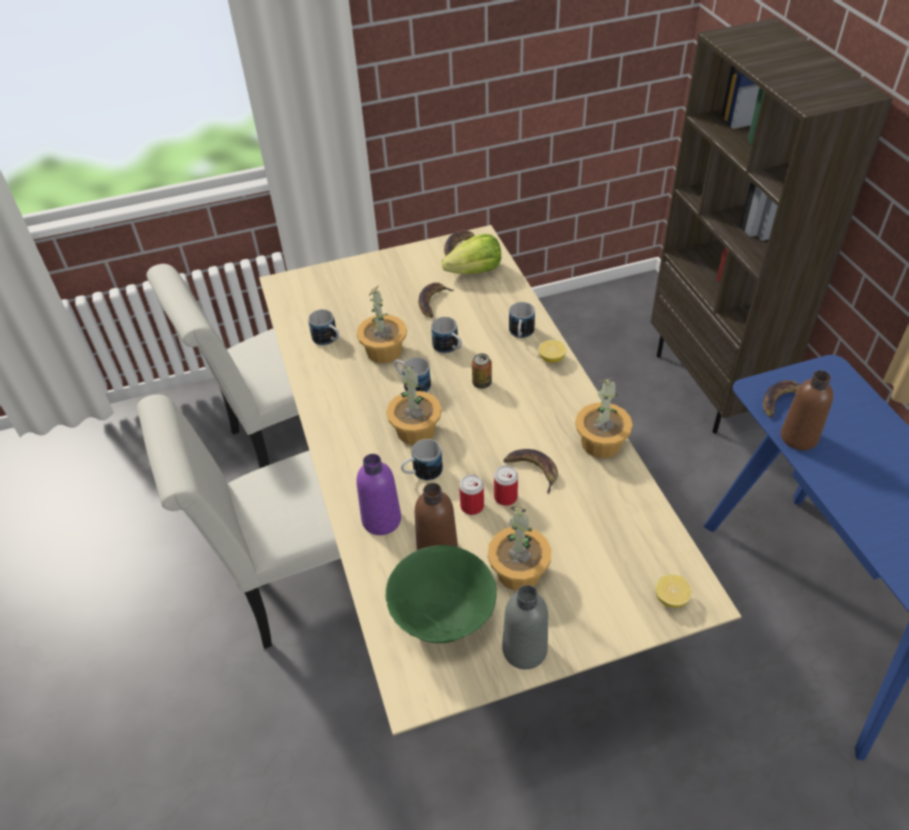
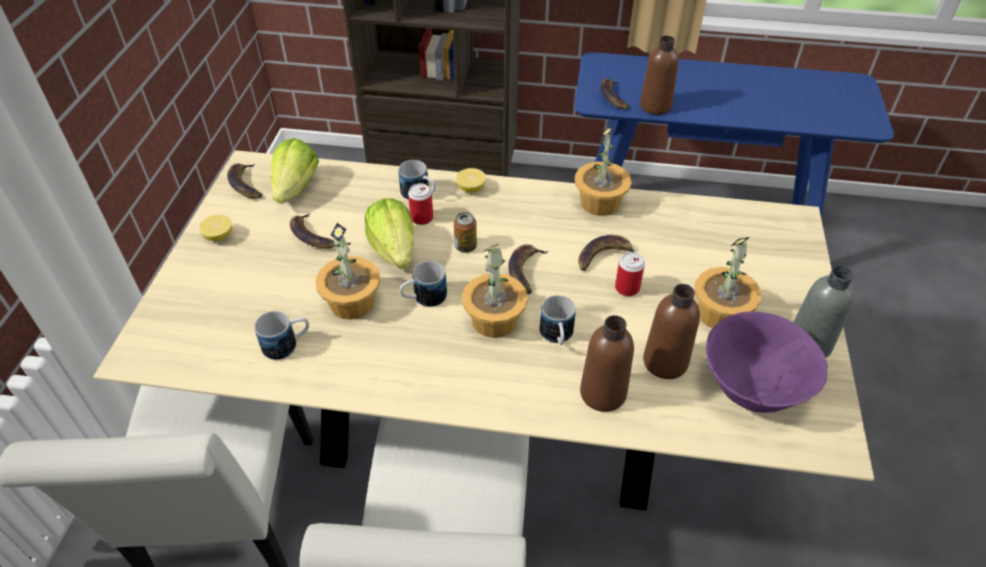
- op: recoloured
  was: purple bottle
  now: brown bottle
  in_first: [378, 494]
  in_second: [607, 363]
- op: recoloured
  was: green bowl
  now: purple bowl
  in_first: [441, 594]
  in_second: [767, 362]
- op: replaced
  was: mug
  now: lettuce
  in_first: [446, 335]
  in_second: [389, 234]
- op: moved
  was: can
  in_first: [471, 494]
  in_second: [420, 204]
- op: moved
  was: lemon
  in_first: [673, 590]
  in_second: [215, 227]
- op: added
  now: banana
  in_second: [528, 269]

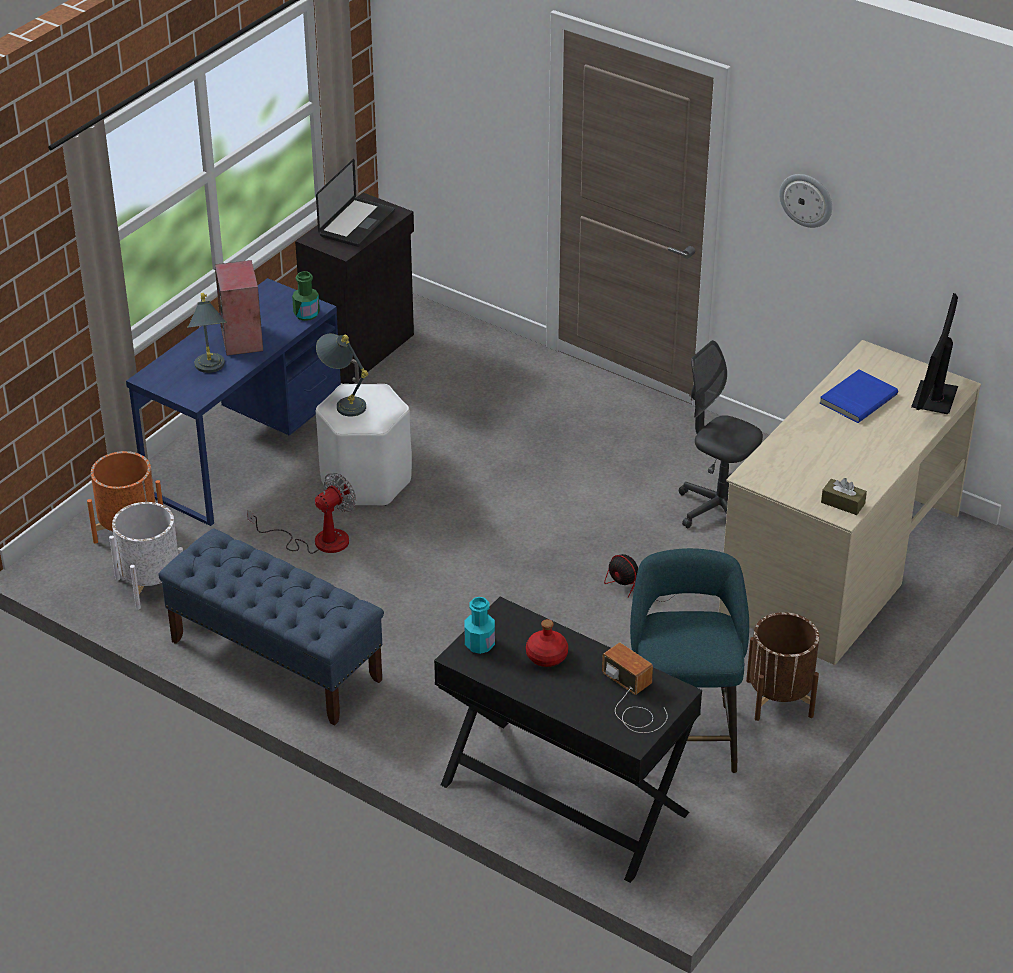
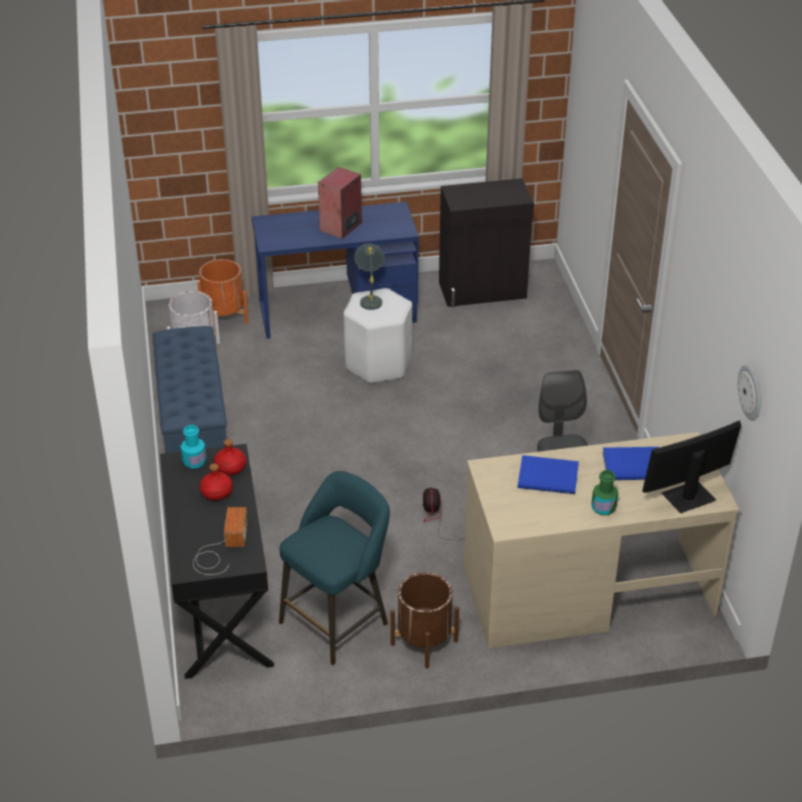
- op: removed
  was: grey table lamp
  in_first: [207, 333]
- op: removed
  was: fan
  in_first: [301, 513]
- op: moved
  was: green bottle
  in_first: [306, 296]
  in_second: [604, 492]
- op: removed
  was: laptop
  in_first: [355, 203]
- op: moved
  was: wall clock
  in_first: [805, 201]
  in_second: [749, 393]
- op: removed
  was: brown tissue box
  in_first: [844, 496]
- op: added
  now: red bottle
  in_second: [230, 457]
- op: added
  now: blue book
  in_second: [548, 474]

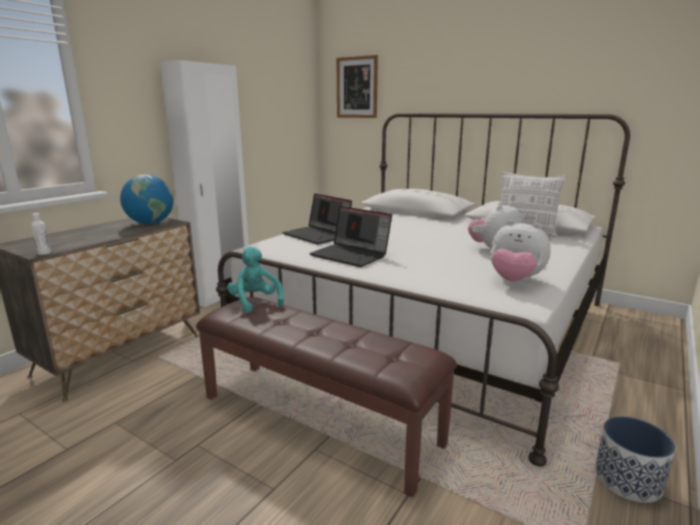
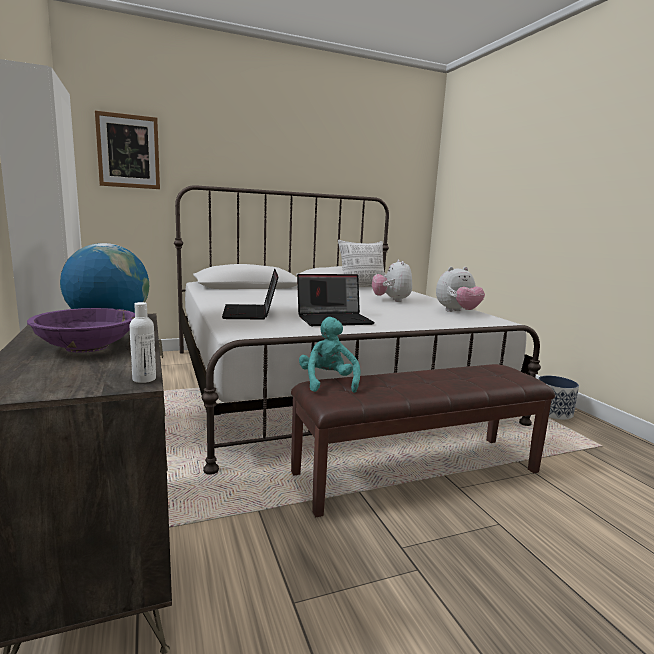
- op: turned
  was: turquoise plush toy
  in_first: [255, 279]
  in_second: [330, 355]
  clockwise: 75
- op: turned
  was: laptop
  in_first: [317, 219]
  in_second: [250, 294]
  clockwise: 90
- op: added
  now: purple bowl
  in_second: [81, 330]

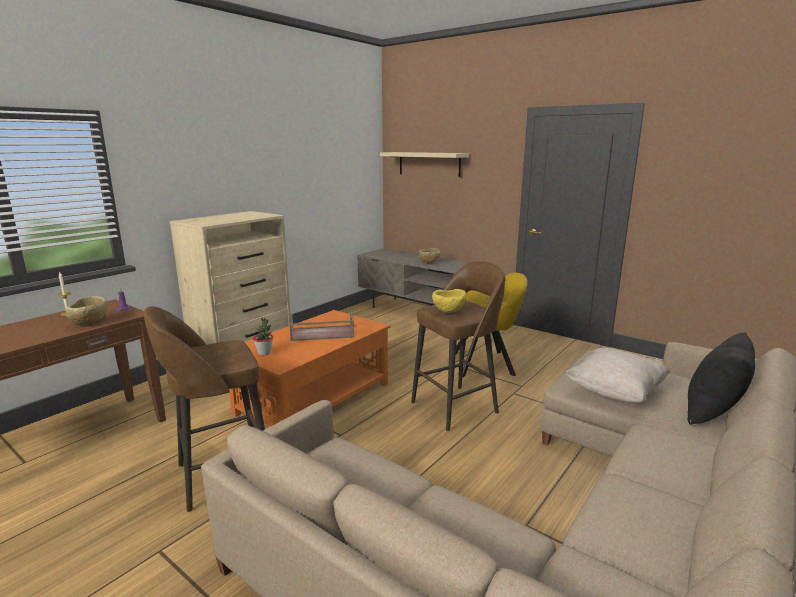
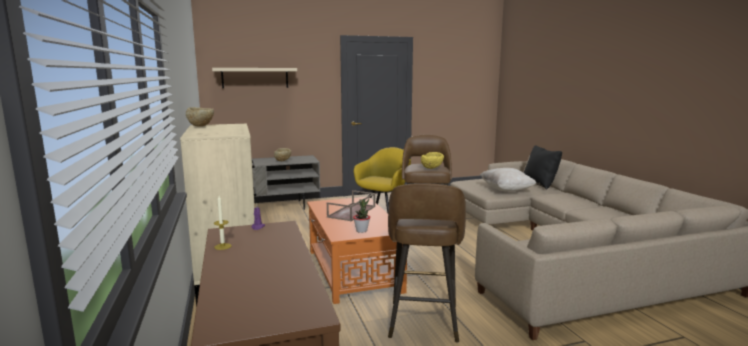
- op: moved
  was: beige bowl
  in_first: [87, 310]
  in_second: [200, 117]

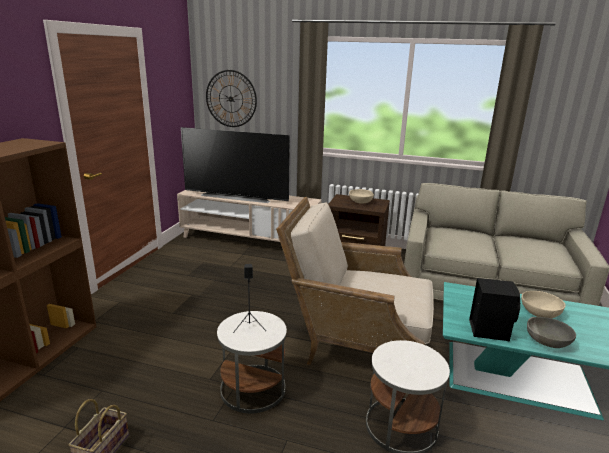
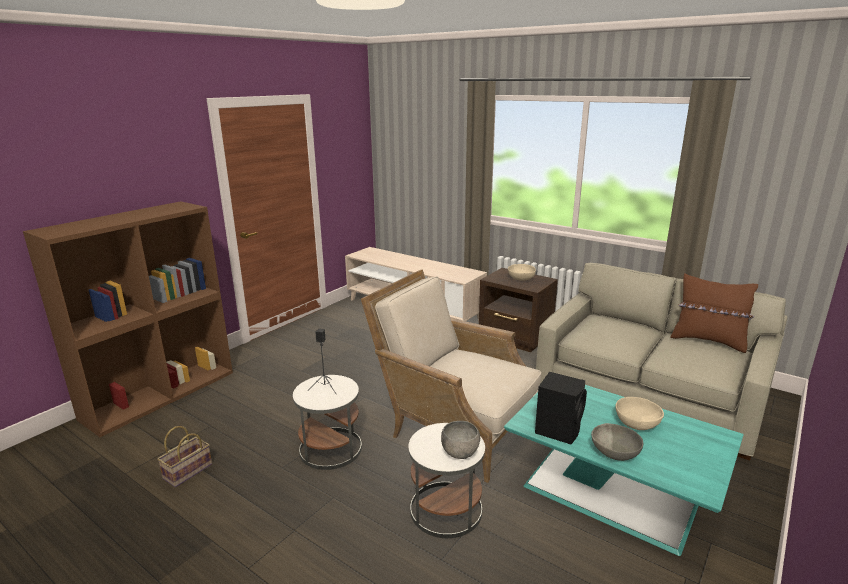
- op: removed
  was: television
  in_first: [235, 165]
- op: removed
  was: wall clock
  in_first: [231, 98]
- op: added
  now: grey bowl
  in_second: [460, 440]
- op: added
  now: brown pillow
  in_second: [714, 313]

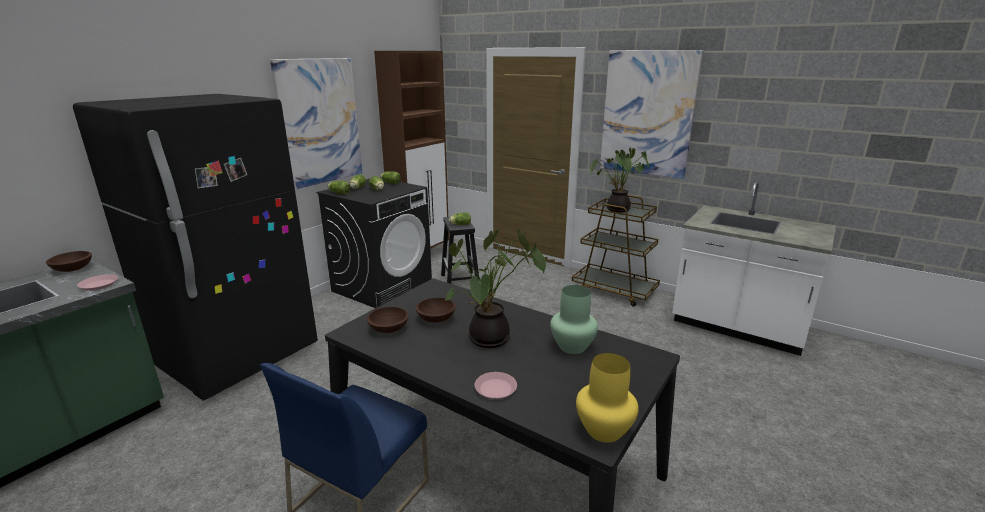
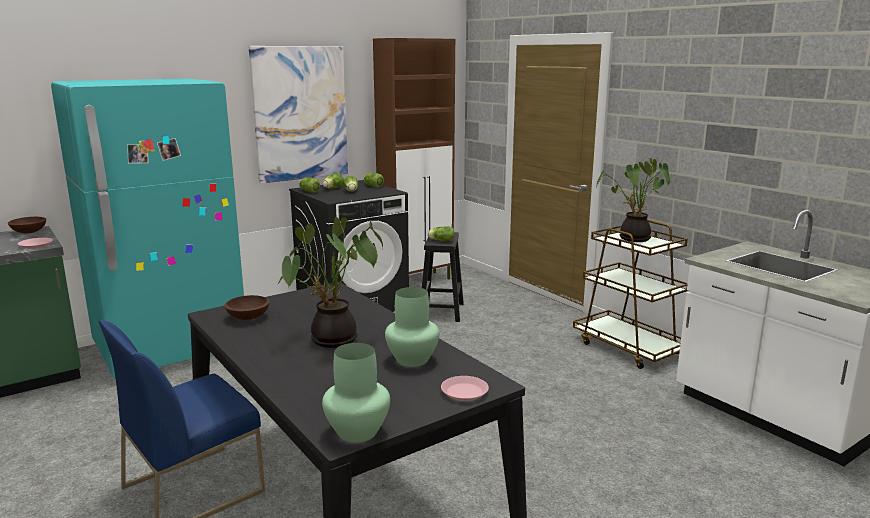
- op: recoloured
  was: black fridge
  now: turquoise fridge
  in_first: [195, 247]
  in_second: [147, 228]
- op: removed
  was: brown bowl
  in_first: [436, 310]
- op: moved
  was: pink plate
  in_first: [496, 385]
  in_second: [465, 388]
- op: recoloured
  was: yellow vase
  now: green vase
  in_first: [607, 398]
  in_second: [356, 393]
- op: removed
  was: picture
  in_first: [651, 114]

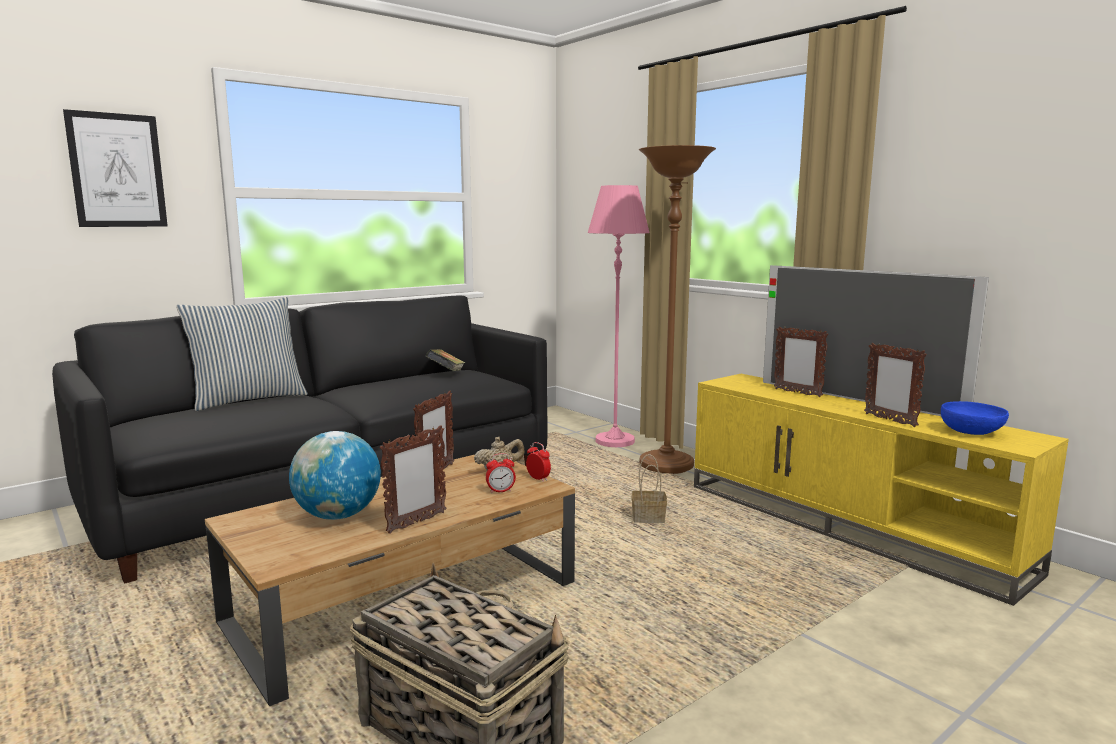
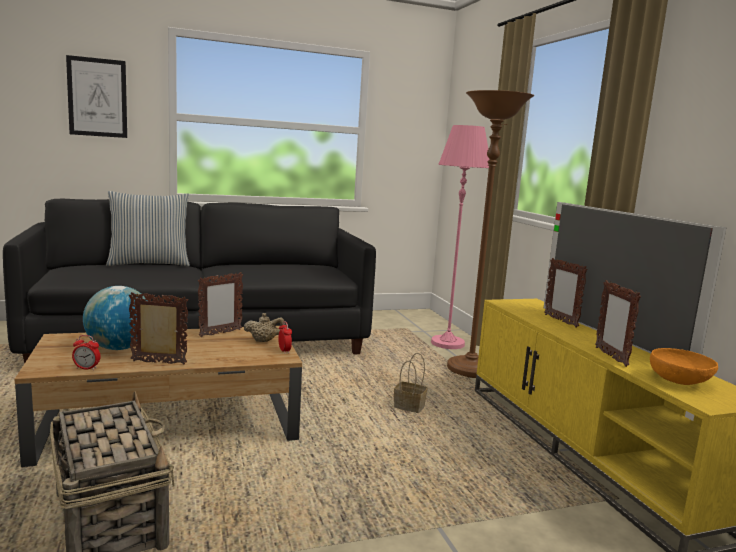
- op: turned
  was: picture frame
  in_first: [413, 479]
  in_second: [158, 328]
  clockwise: -150
- op: removed
  was: book
  in_first: [445, 360]
- op: moved
  was: alarm clock
  in_first: [501, 473]
  in_second: [86, 352]
- op: recoloured
  was: blue bowl
  now: orange bowl
  in_first: [975, 418]
  in_second: [684, 366]

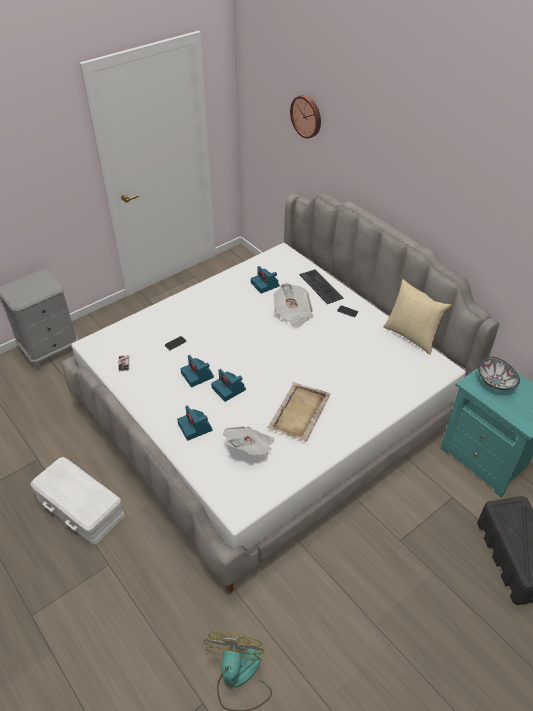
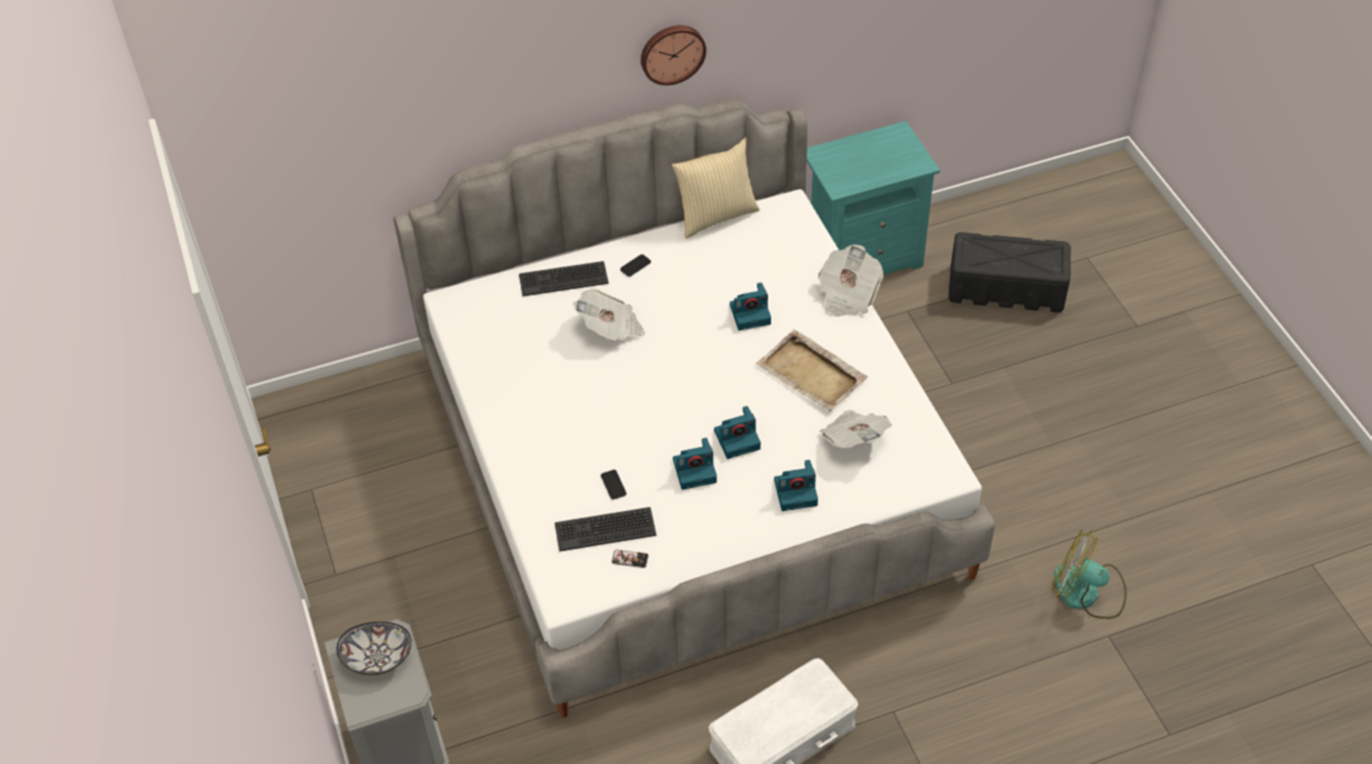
- op: moved
  was: photo camera
  in_first: [265, 280]
  in_second: [750, 306]
- op: moved
  was: wall clock
  in_first: [305, 117]
  in_second: [673, 55]
- op: moved
  was: bowl
  in_first: [499, 373]
  in_second: [374, 648]
- op: added
  now: keyboard
  in_second: [605, 529]
- op: added
  now: newspaper
  in_second: [851, 281]

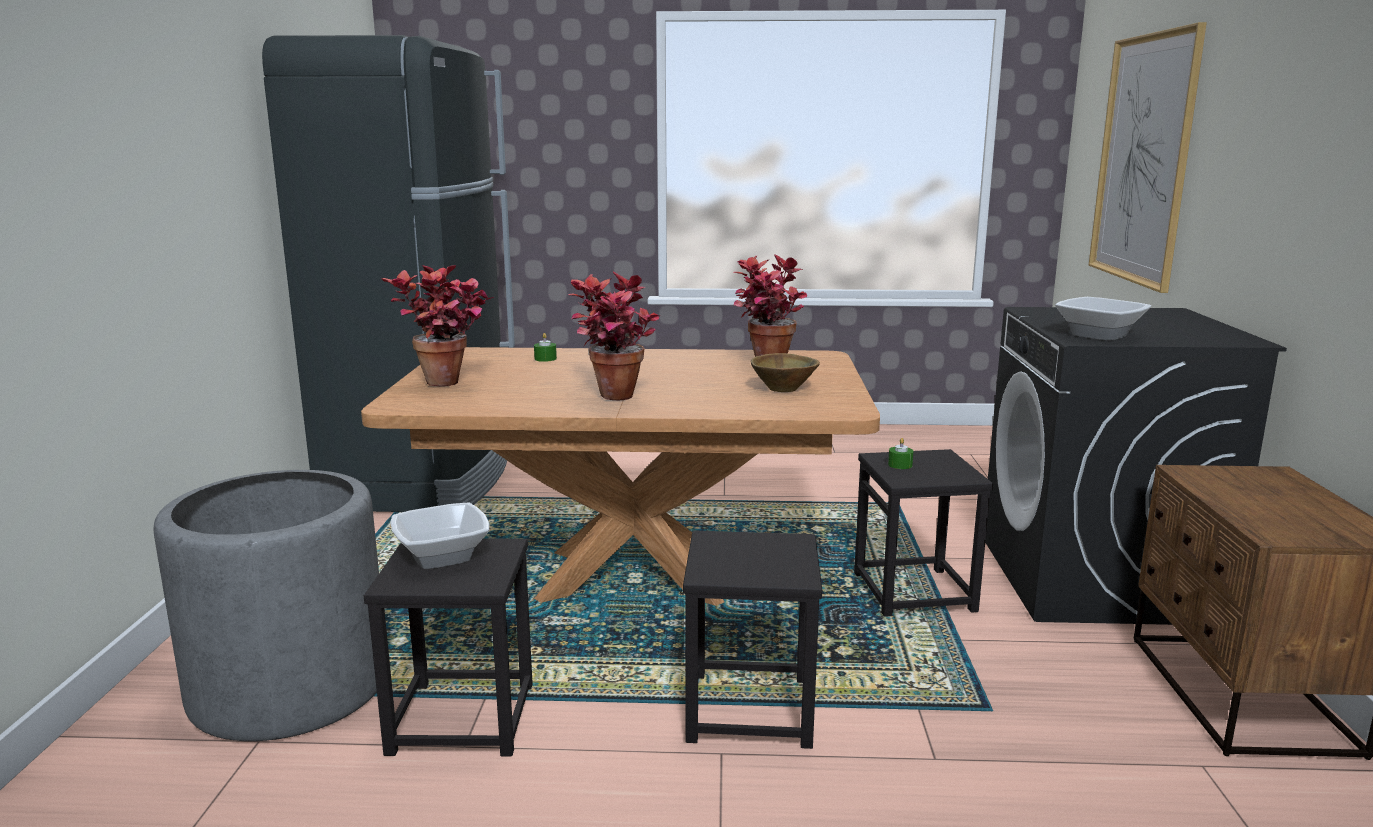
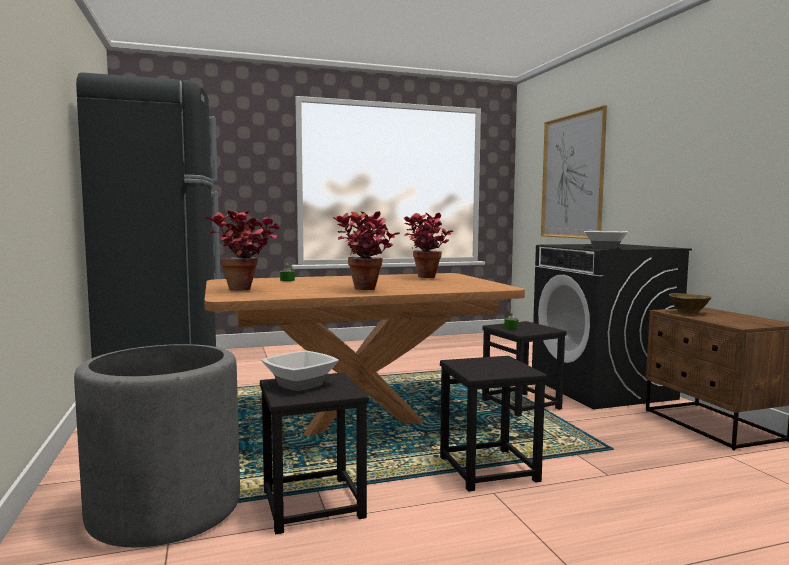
- op: moved
  was: brown bowl
  in_first: [785, 372]
  in_second: [690, 303]

